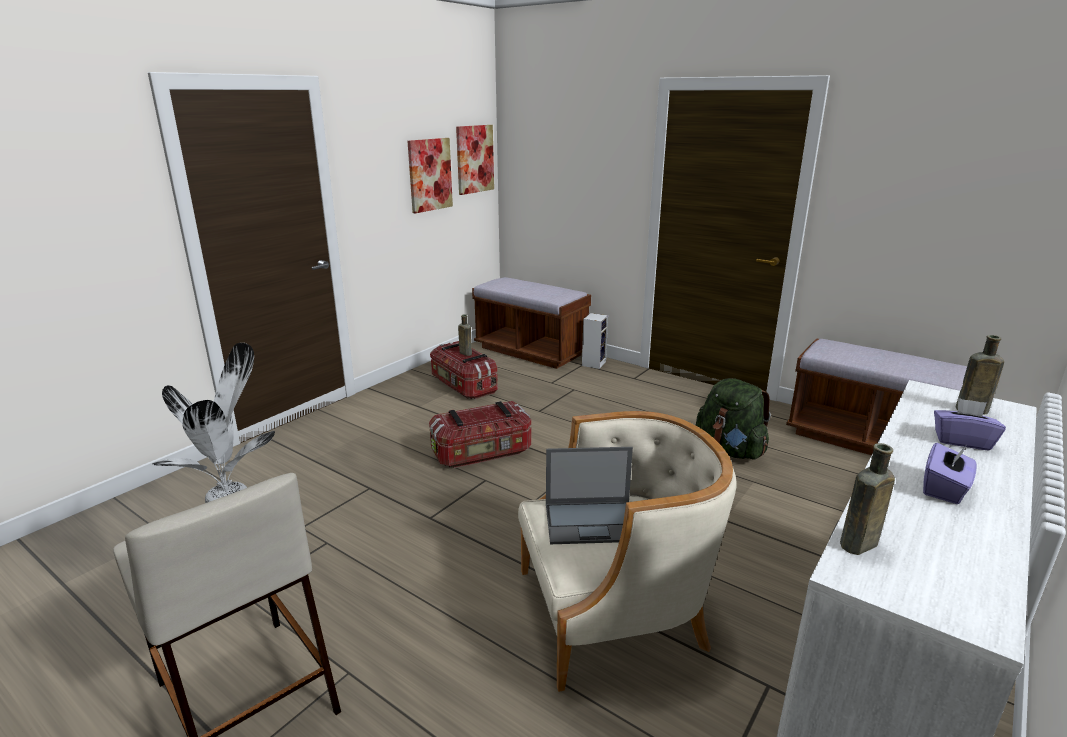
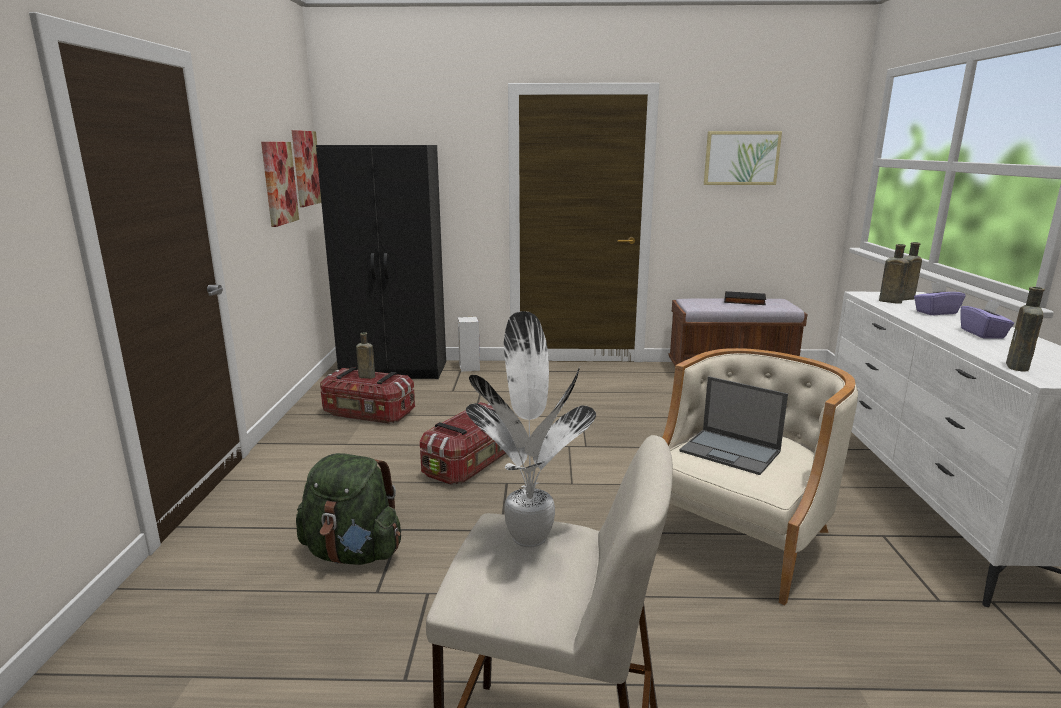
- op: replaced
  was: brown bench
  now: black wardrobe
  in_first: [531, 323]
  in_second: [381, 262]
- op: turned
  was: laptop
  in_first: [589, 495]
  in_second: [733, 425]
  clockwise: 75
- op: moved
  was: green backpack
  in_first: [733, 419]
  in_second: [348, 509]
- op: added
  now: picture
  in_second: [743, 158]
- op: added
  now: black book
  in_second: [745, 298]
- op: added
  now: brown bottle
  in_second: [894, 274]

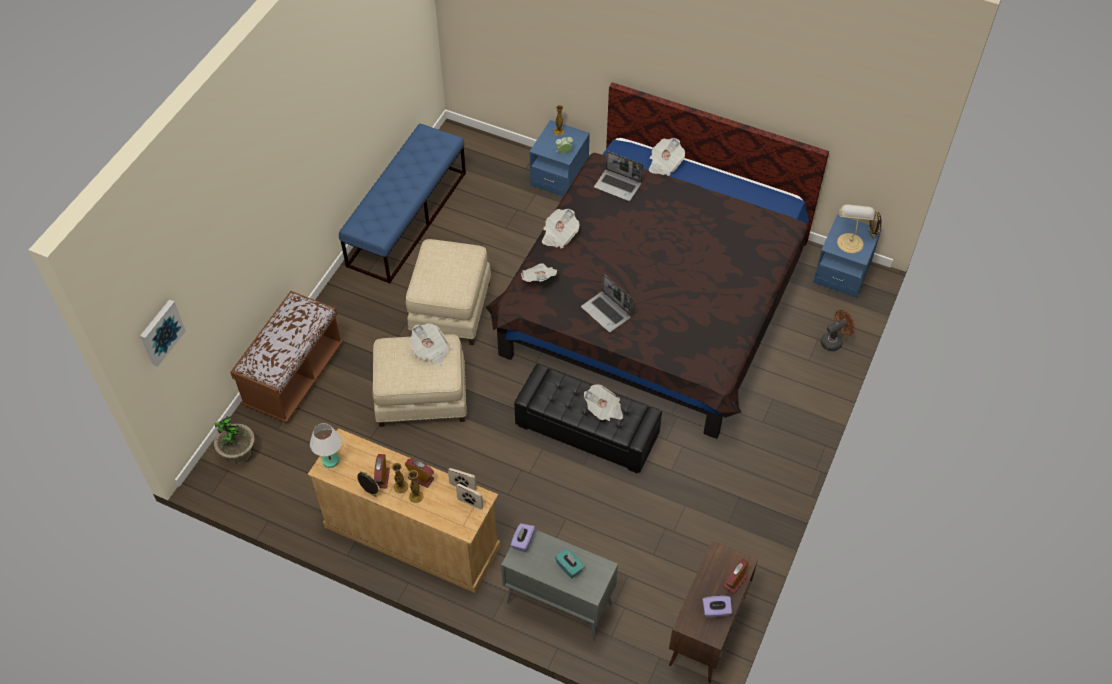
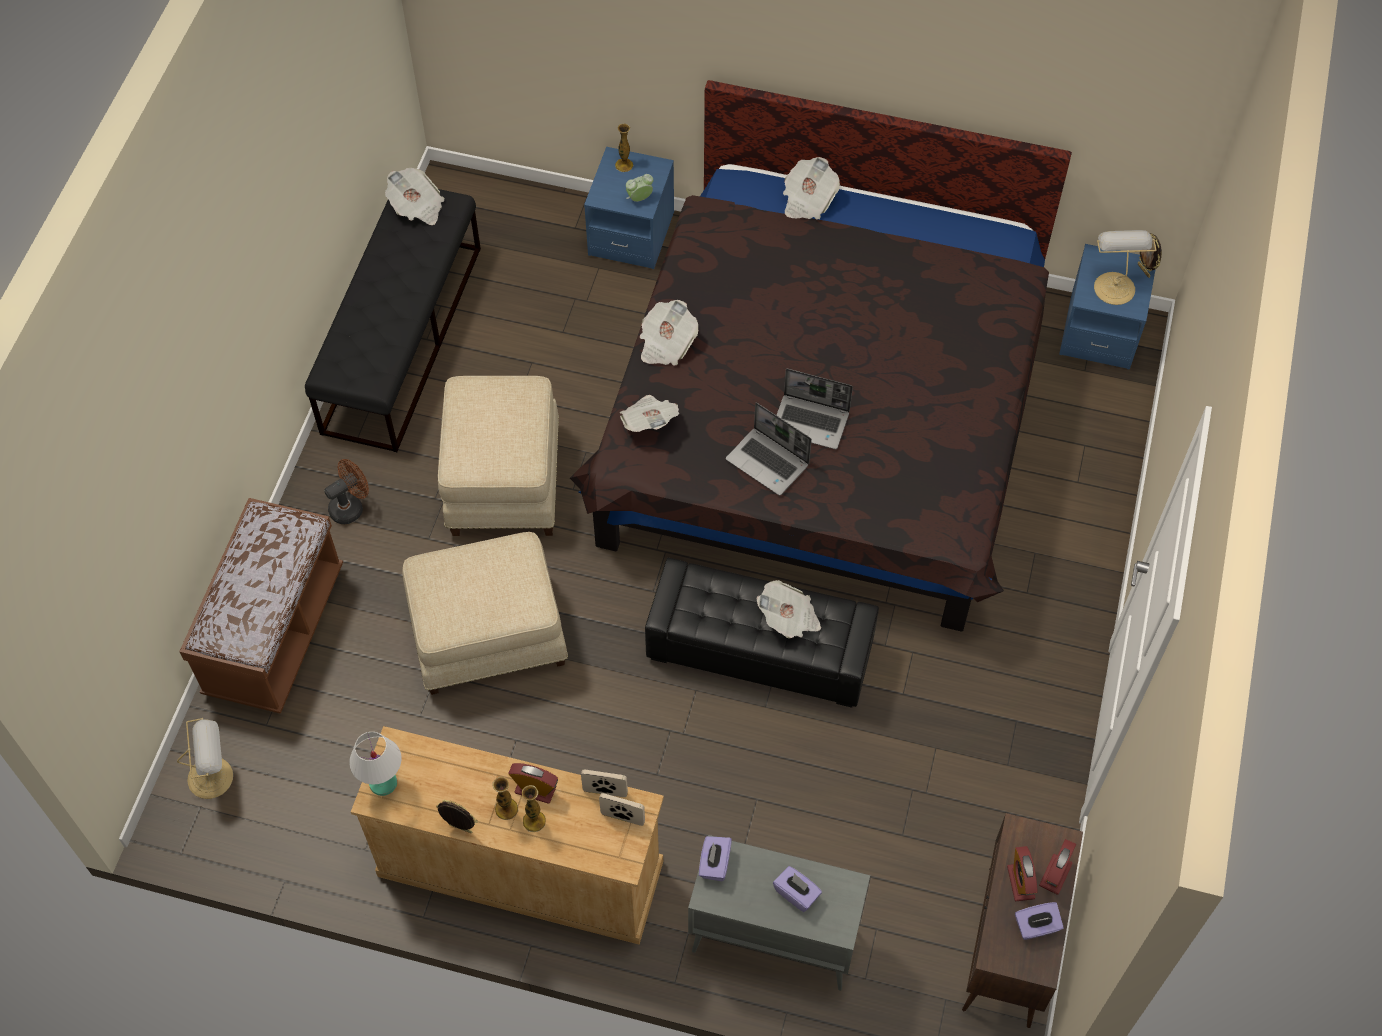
- op: removed
  was: picture
  in_first: [163, 333]
- op: replaced
  was: potted plant
  now: table lamp
  in_first: [234, 440]
  in_second: [205, 758]
- op: recoloured
  was: blue bench
  now: black bench
  in_first: [402, 204]
  in_second: [393, 320]
- op: moved
  was: alarm clock
  in_first: [382, 471]
  in_second: [1022, 873]
- op: moved
  was: newspaper
  in_first: [429, 344]
  in_second: [415, 196]
- op: recoloured
  was: turquoise tissue box
  now: purple tissue box
  in_first: [569, 563]
  in_second: [797, 889]
- op: moved
  was: laptop
  in_first: [618, 176]
  in_second: [815, 409]
- op: moved
  was: brown fan
  in_first: [838, 330]
  in_second: [346, 491]

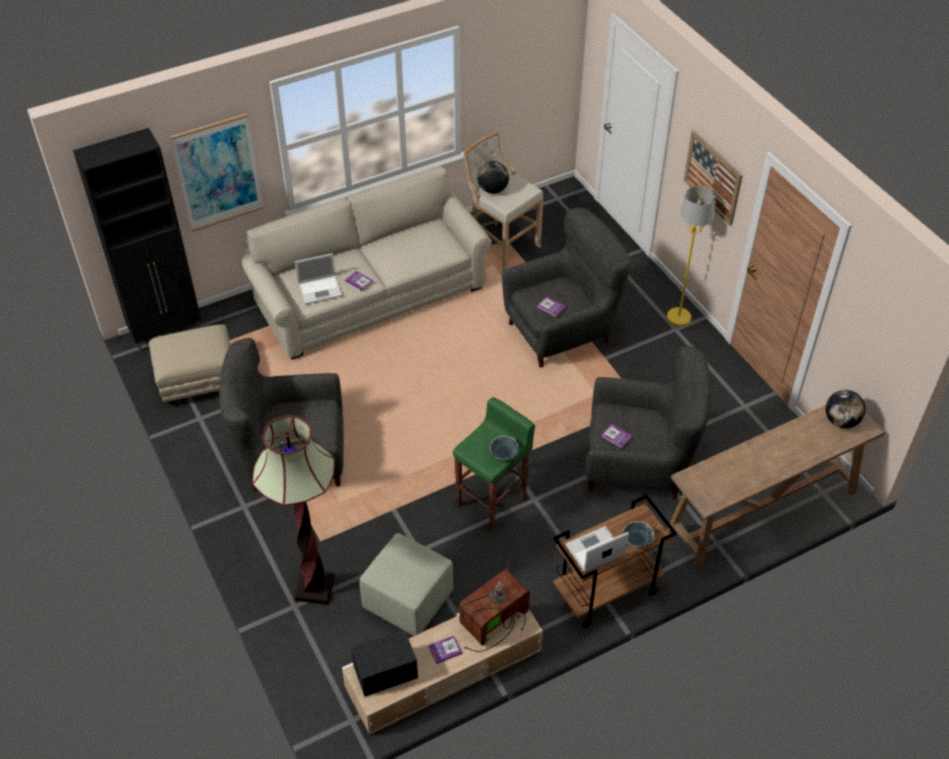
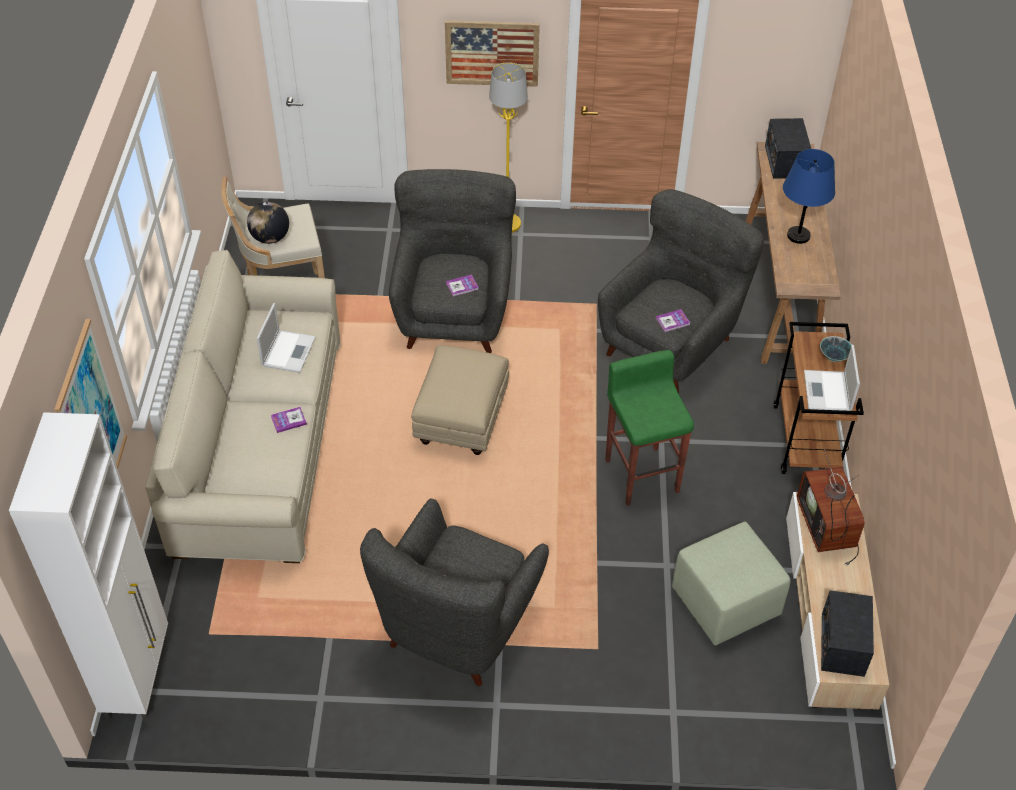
- op: recoloured
  was: black cabinet
  now: white cabinet
  in_first: [137, 240]
  in_second: [88, 567]
- op: moved
  was: beige ottoman
  in_first: [189, 364]
  in_second: [460, 400]
- op: removed
  was: floor lamp
  in_first: [293, 510]
- op: moved
  was: laptop
  in_first: [319, 278]
  in_second: [286, 338]
- op: removed
  was: book
  in_first: [445, 649]
- op: removed
  was: bowl
  in_first: [504, 448]
- op: replaced
  was: globe
  now: radio
  in_first: [845, 409]
  in_second: [788, 148]
- op: added
  now: blue table lamp
  in_second: [809, 196]

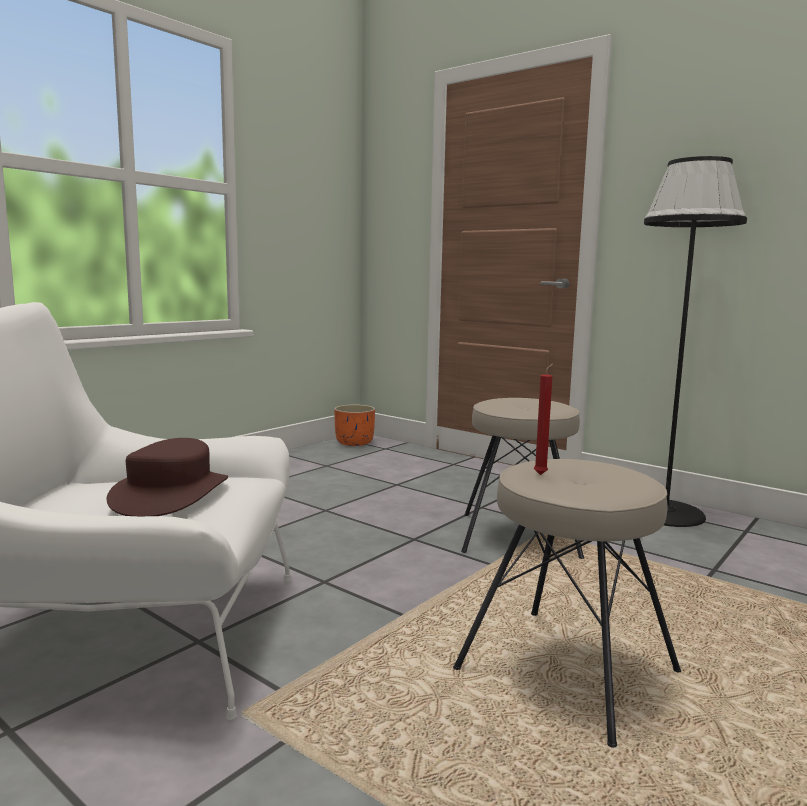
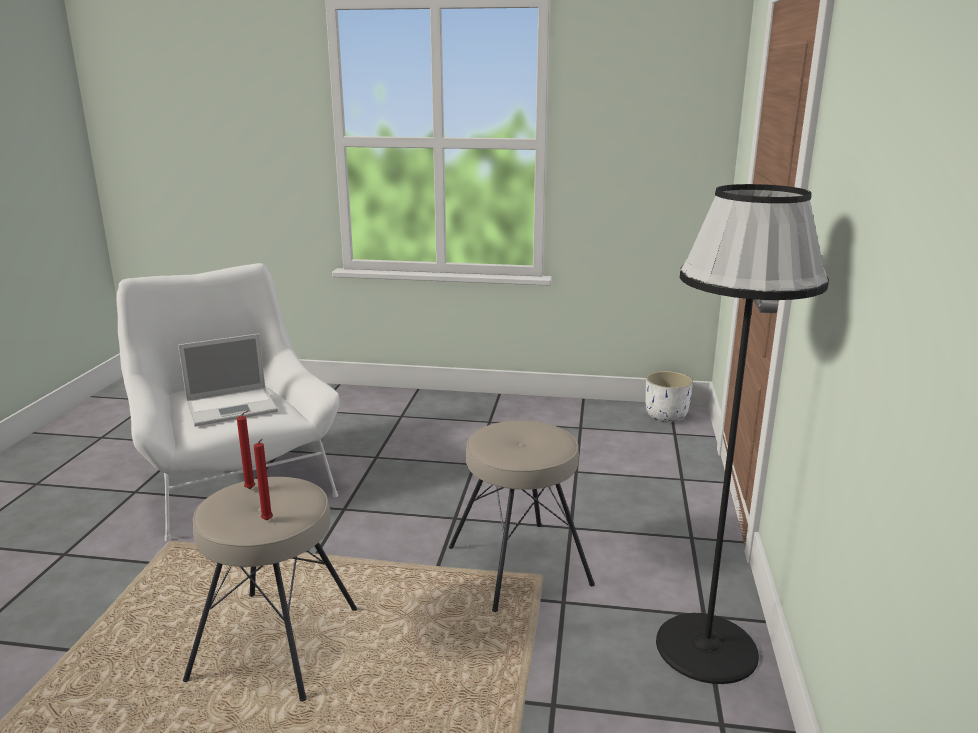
- op: replaced
  was: brown hat
  now: laptop
  in_first: [167, 477]
  in_second: [228, 380]
- op: recoloured
  was: orange planter
  now: white planter
  in_first: [354, 425]
  in_second: [669, 396]
- op: added
  now: red candle
  in_second: [263, 479]

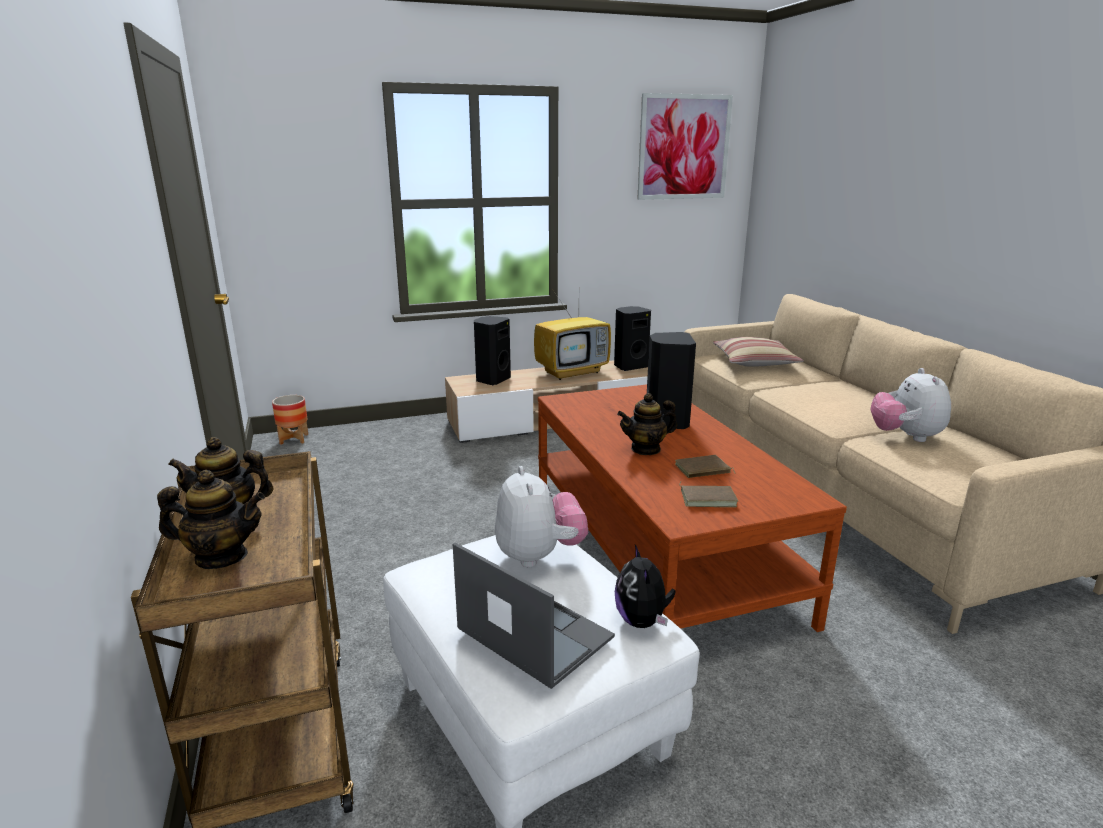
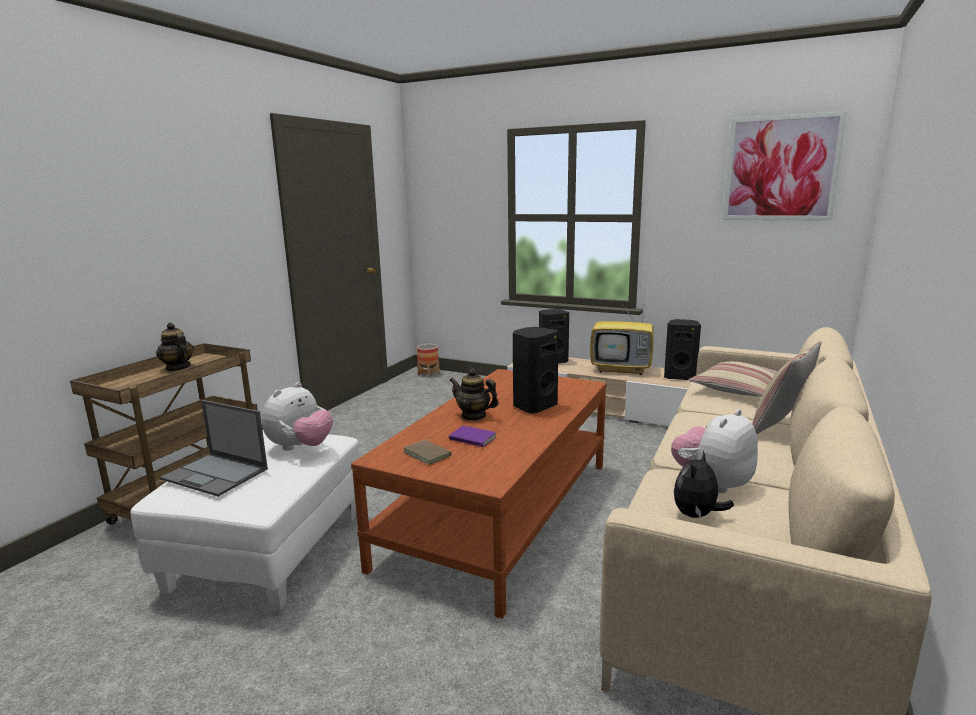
- op: removed
  was: teapot
  in_first: [211, 519]
- op: turned
  was: laptop
  in_first: [534, 616]
  in_second: [214, 448]
  clockwise: 120
- op: moved
  was: plush toy
  in_first: [645, 586]
  in_second: [704, 484]
- op: recoloured
  was: brown book
  now: purple book
  in_first: [705, 466]
  in_second: [472, 436]
- op: added
  now: pillow
  in_second: [786, 387]

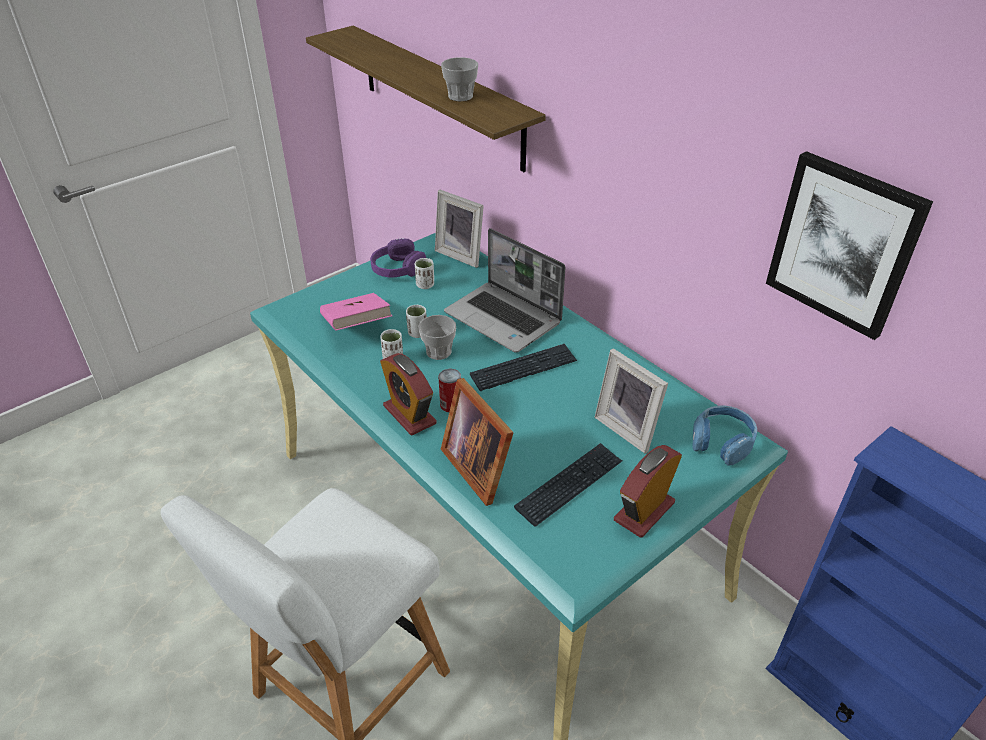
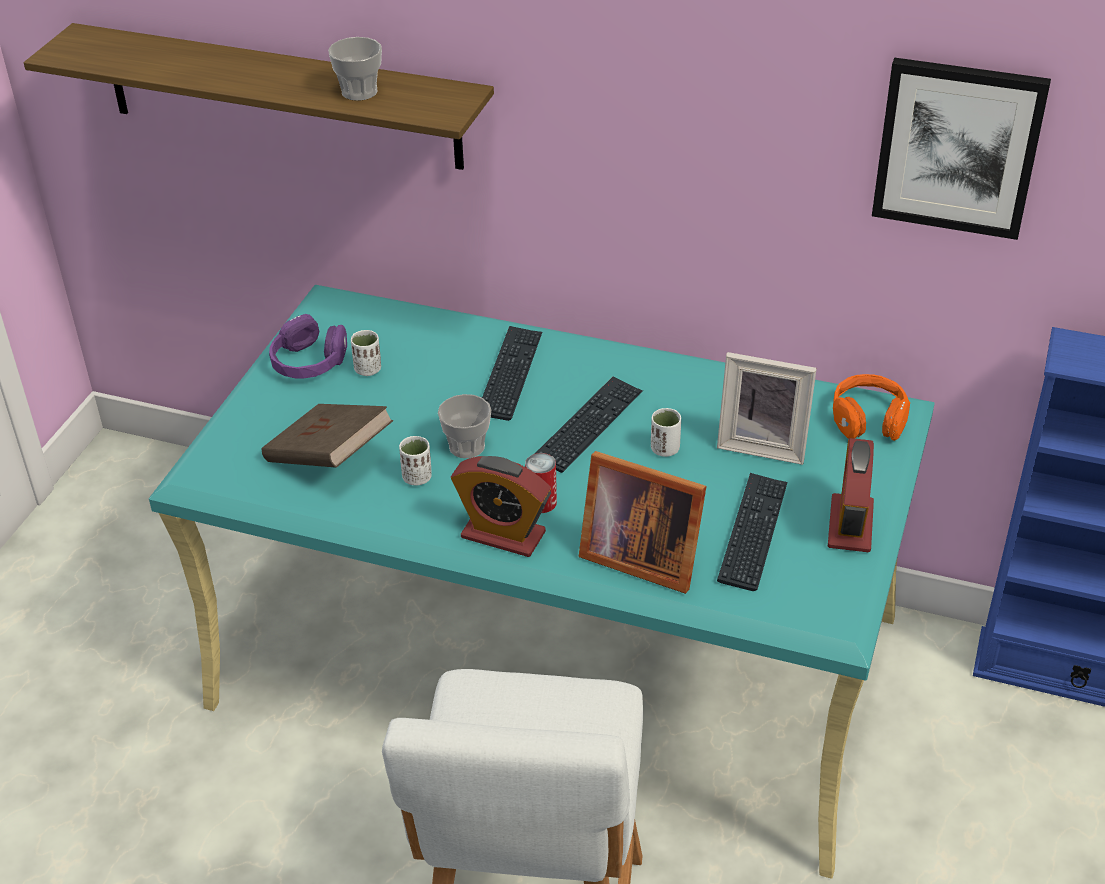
- op: recoloured
  was: pink book
  now: brown book
  in_first: [356, 312]
  in_second: [327, 436]
- op: moved
  was: white cup
  in_first: [416, 321]
  in_second: [666, 432]
- op: removed
  was: picture frame
  in_first: [459, 229]
- op: replaced
  was: laptop
  now: keyboard
  in_first: [505, 290]
  in_second: [512, 373]
- op: recoloured
  was: blue headphones
  now: orange headphones
  in_first: [724, 435]
  in_second: [871, 407]

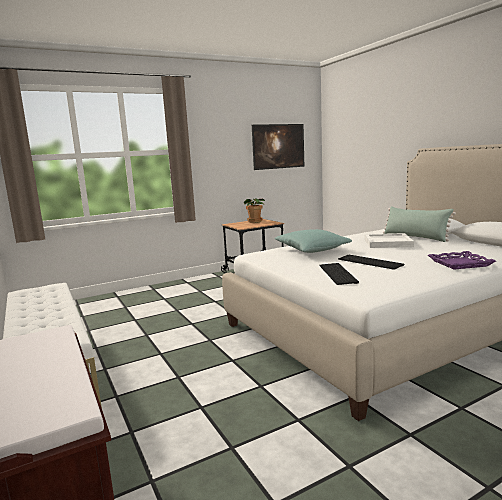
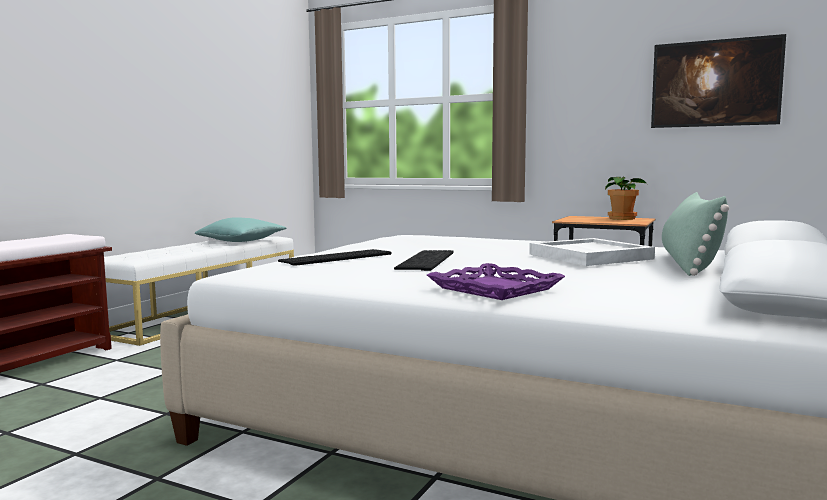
- op: moved
  was: turquoise pillow
  in_first: [313, 241]
  in_second: [240, 229]

